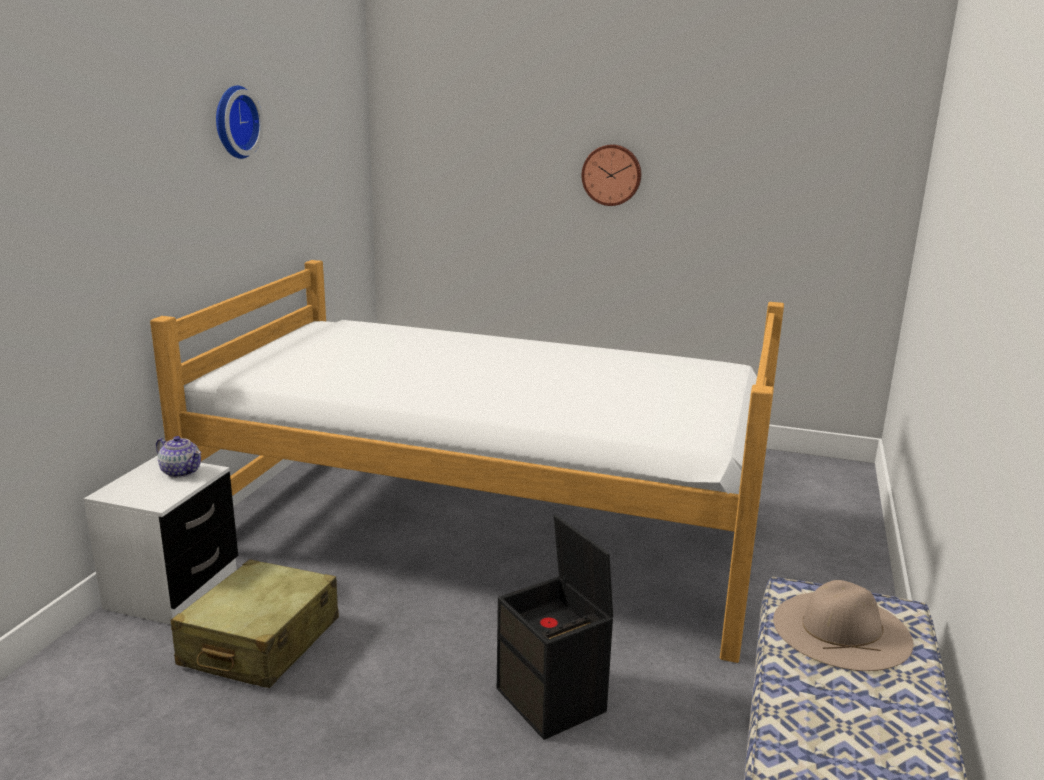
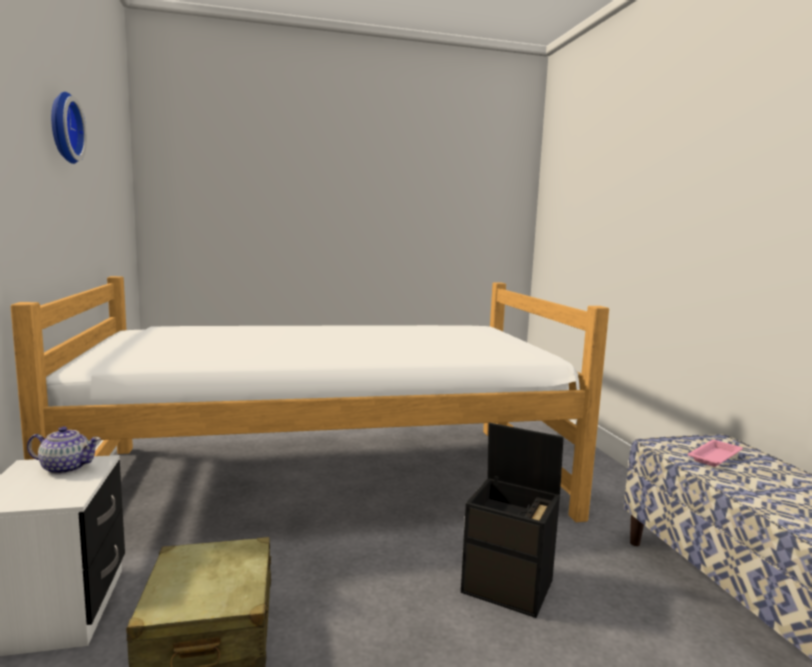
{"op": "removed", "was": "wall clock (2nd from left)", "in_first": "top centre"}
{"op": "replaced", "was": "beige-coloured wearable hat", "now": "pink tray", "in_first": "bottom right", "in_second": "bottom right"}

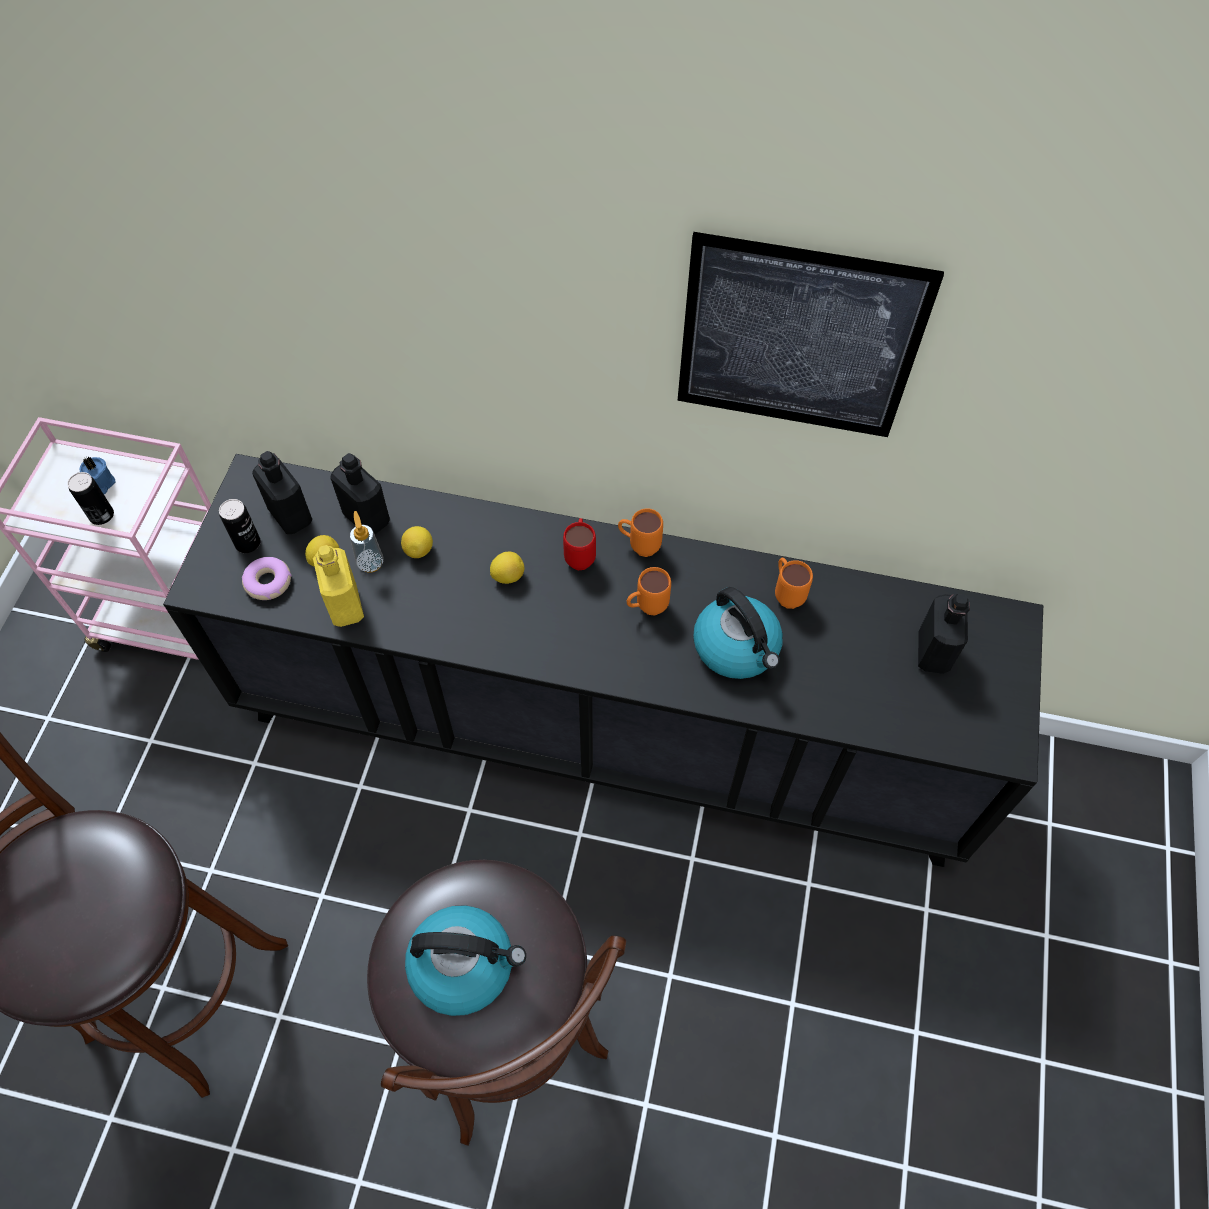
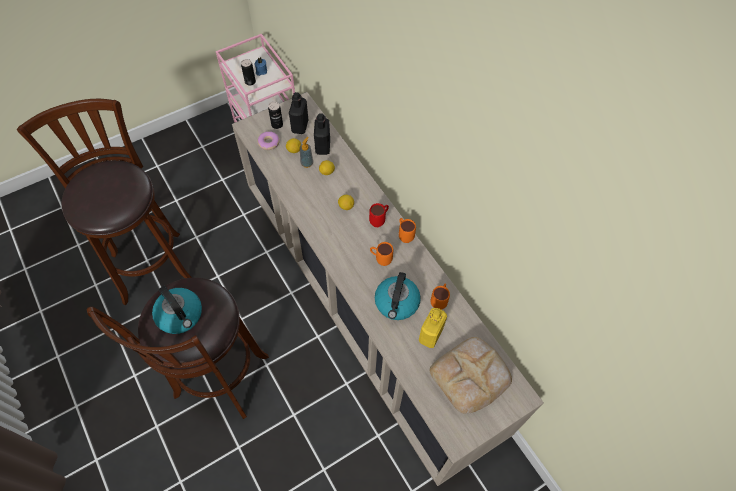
{"op": "recoloured", "was": "blackish cabinet", "now": "beige-coloured cabinet", "in_first": "centre", "in_second": "centre"}
{"op": "moved", "was": "yellowish beverage bottle", "in_first": "middle left", "in_second": "bottom centre"}
{"op": "removed", "was": "picture", "in_first": "top right"}
{"op": "replaced", "was": "blackish beverage bottle (3rd from left)", "now": "bakery bread", "in_first": "middle right", "in_second": "bottom centre"}

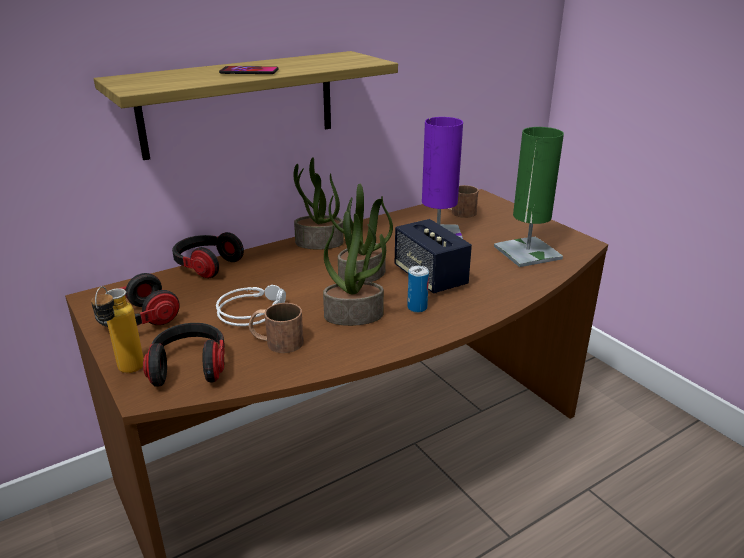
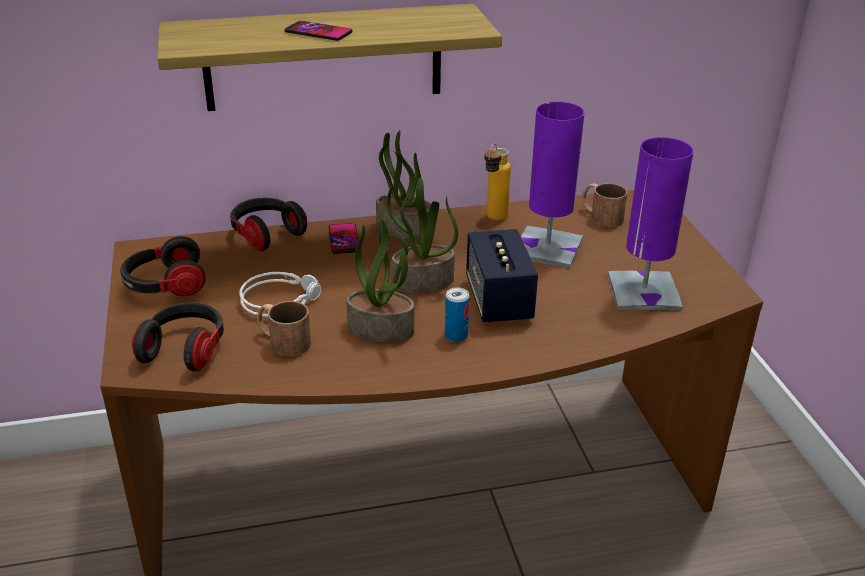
{"op": "moved", "was": "beverage bottle", "in_first": "middle left", "in_second": "top centre"}
{"op": "recoloured", "was": "green-coloured tabletop lamp", "now": "purple-coloured tabletop lamp (2nd from left)", "in_first": "middle right", "in_second": "middle right"}
{"op": "added", "now": "handset (2nd from left)", "in_second": "centre"}

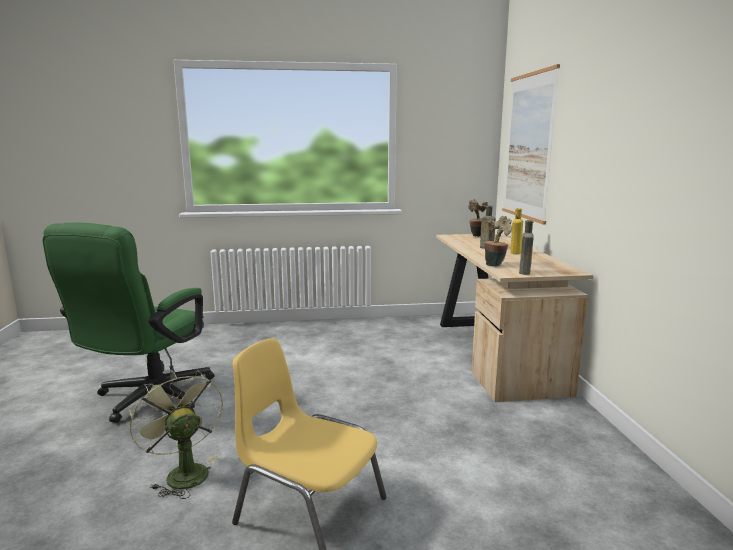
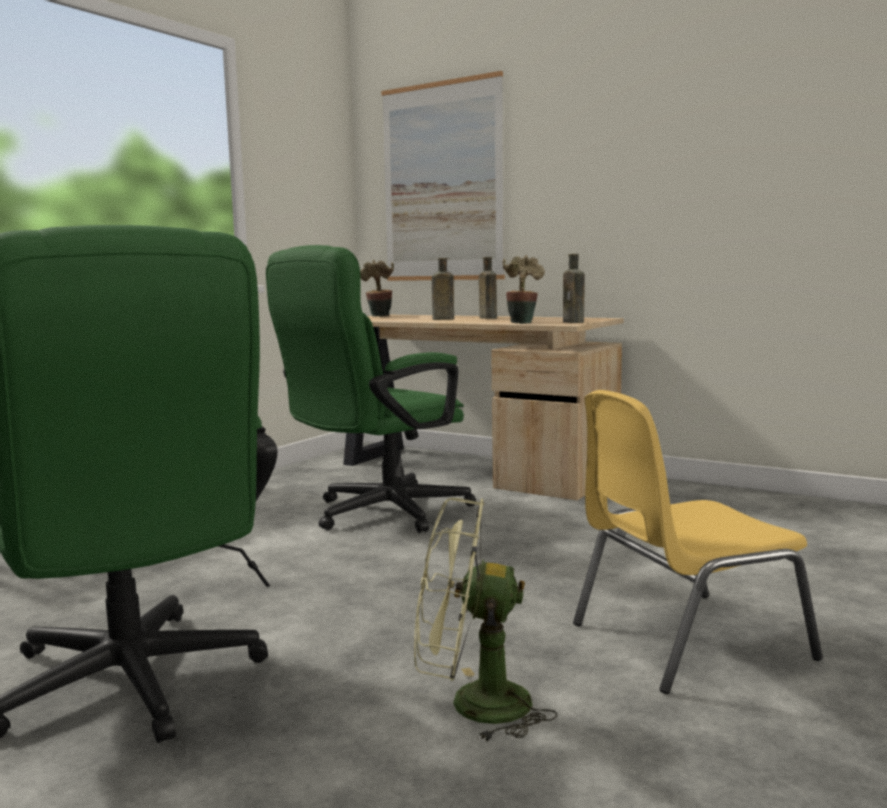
{"op": "recoloured", "was": "yellowish beverage bottle", "now": "brownish beverage bottle (2nd from left)", "in_first": "middle right", "in_second": "centre"}
{"op": "added", "now": "green-coloured computer chair (2nd from left)", "in_second": "centre"}

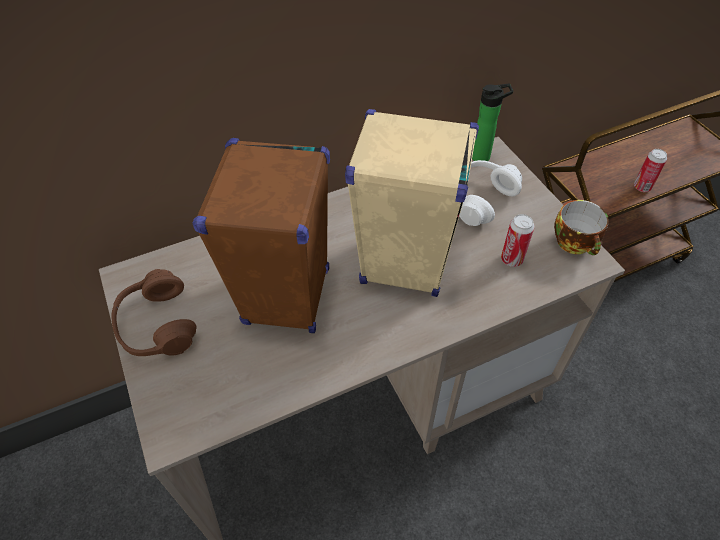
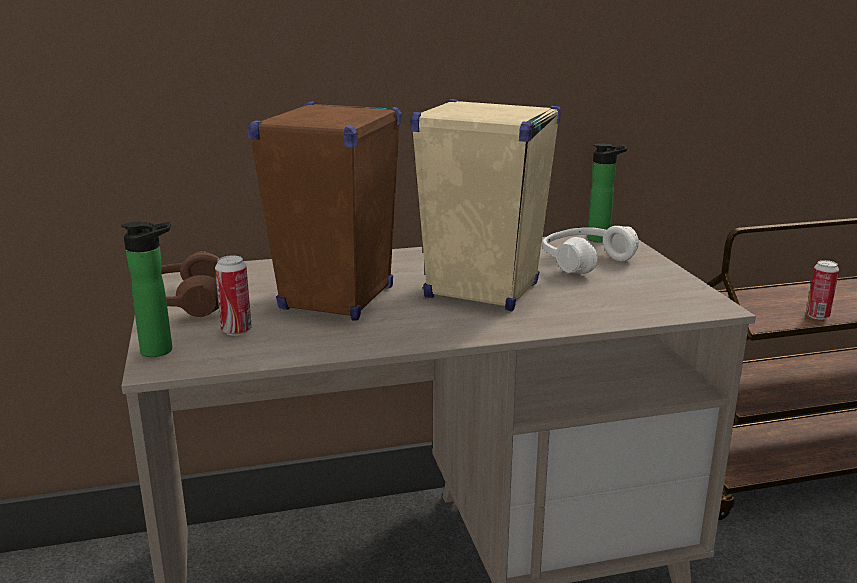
{"op": "moved", "was": "can (1st from left)", "in_first": "middle right", "in_second": "middle left"}
{"op": "removed", "was": "cup", "in_first": "middle right"}
{"op": "added", "now": "beverage bottle (1st from left)", "in_second": "middle left"}

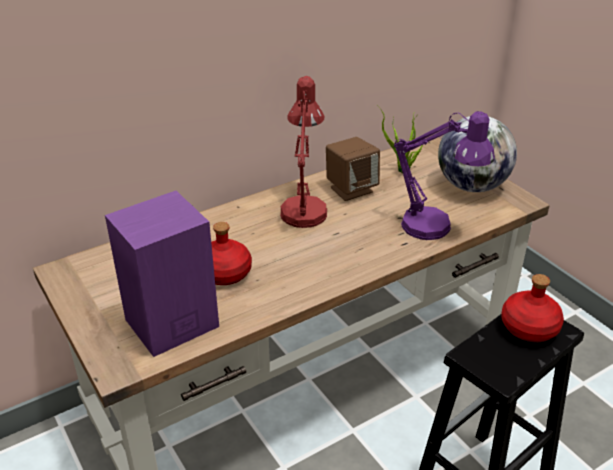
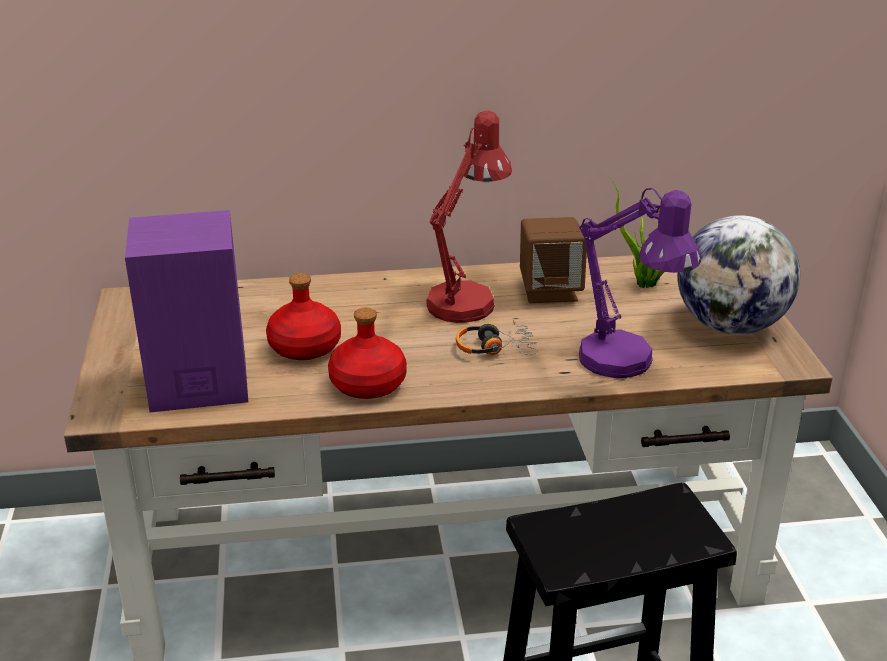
{"op": "moved", "was": "red-coloured beverage bottle (2nd from left)", "in_first": "middle right", "in_second": "centre"}
{"op": "added", "now": "headset", "in_second": "centre"}

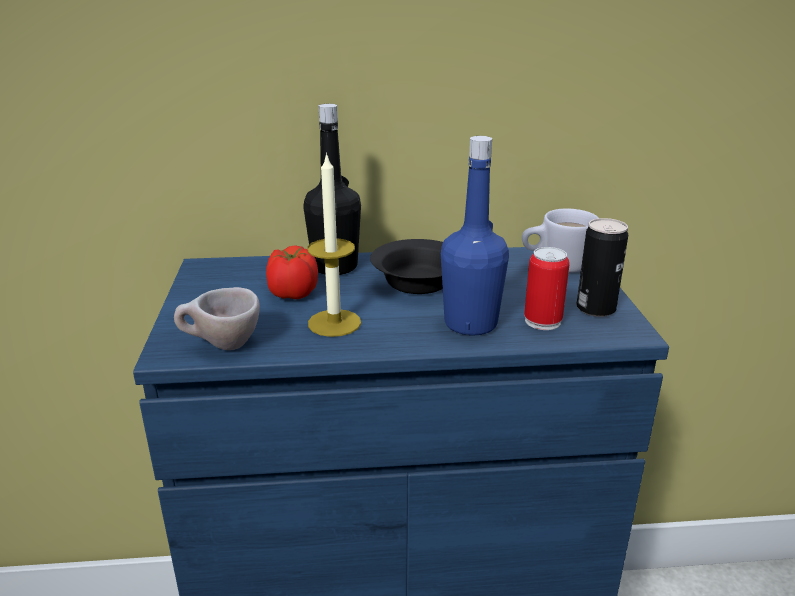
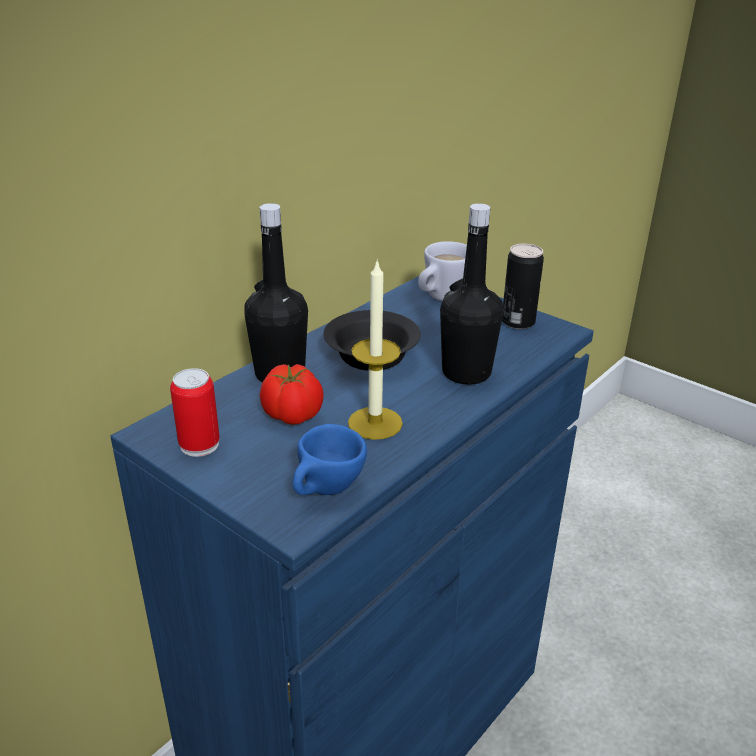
{"op": "recoloured", "was": "beige-coloured cup", "now": "bluish cup", "in_first": "middle left", "in_second": "centre"}
{"op": "recoloured", "was": "bluish beverage bottle", "now": "blackish beverage bottle (2nd from left)", "in_first": "centre", "in_second": "centre"}
{"op": "moved", "was": "can (1st from left)", "in_first": "middle right", "in_second": "middle left"}

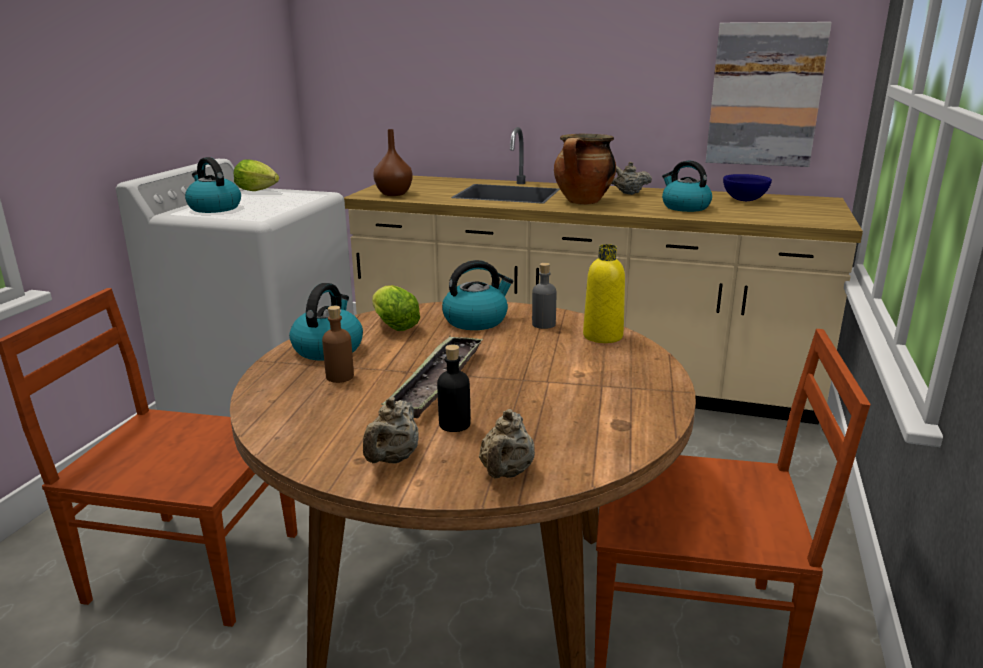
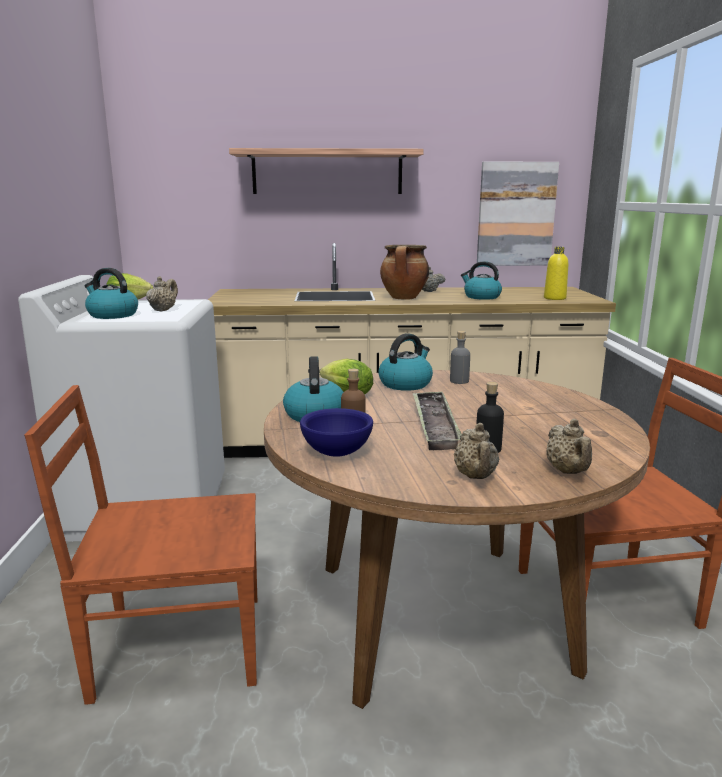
{"op": "removed", "was": "brownish flower vase", "in_first": "top centre"}
{"op": "moved", "was": "yellowish beverage bottle", "in_first": "centre", "in_second": "middle right"}
{"op": "moved", "was": "bluish deep dish", "in_first": "top right", "in_second": "centre"}
{"op": "added", "now": "beige-coloured tea pot (1st from left)", "in_second": "middle left"}
{"op": "added", "now": "wall shelf", "in_second": "top centre"}

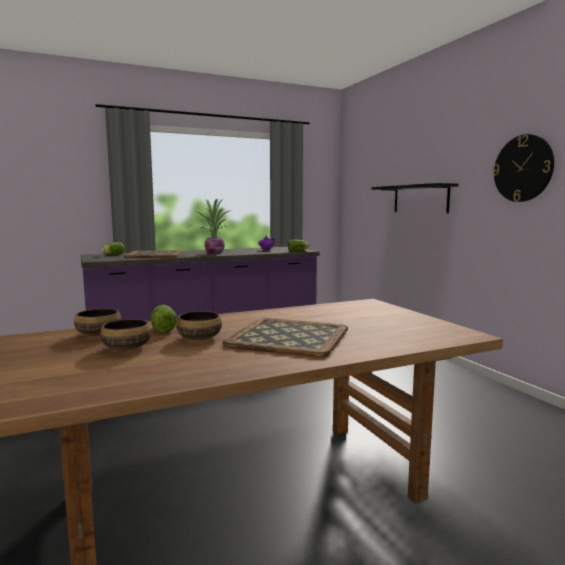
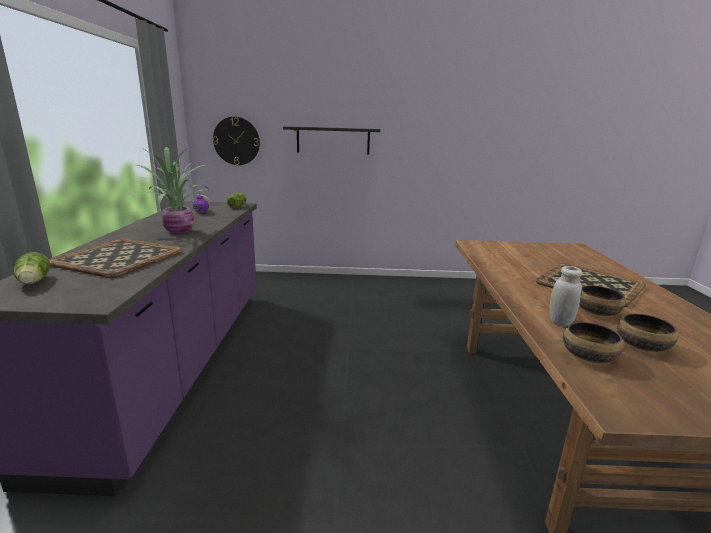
{"op": "replaced", "was": "head of lettuce (2nd from left)", "now": "white-coloured preserve jar", "in_first": "middle left", "in_second": "middle right"}
{"op": "moved", "was": "wall clock", "in_first": "top right", "in_second": "top left"}

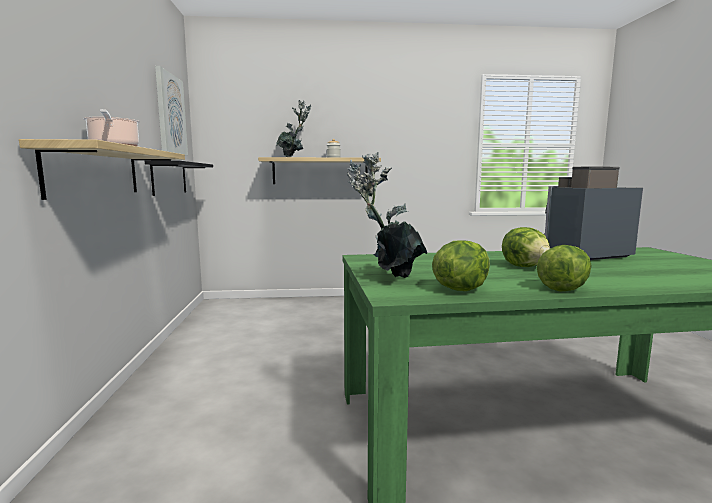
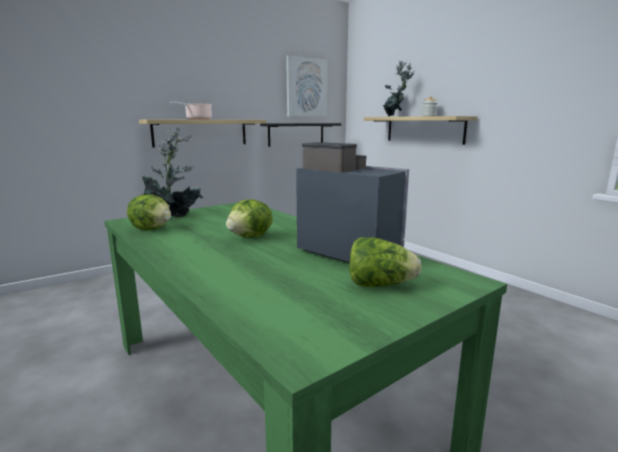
{"op": "moved", "was": "head of lettuce (3rd from left)", "in_first": "middle right", "in_second": "centre"}

